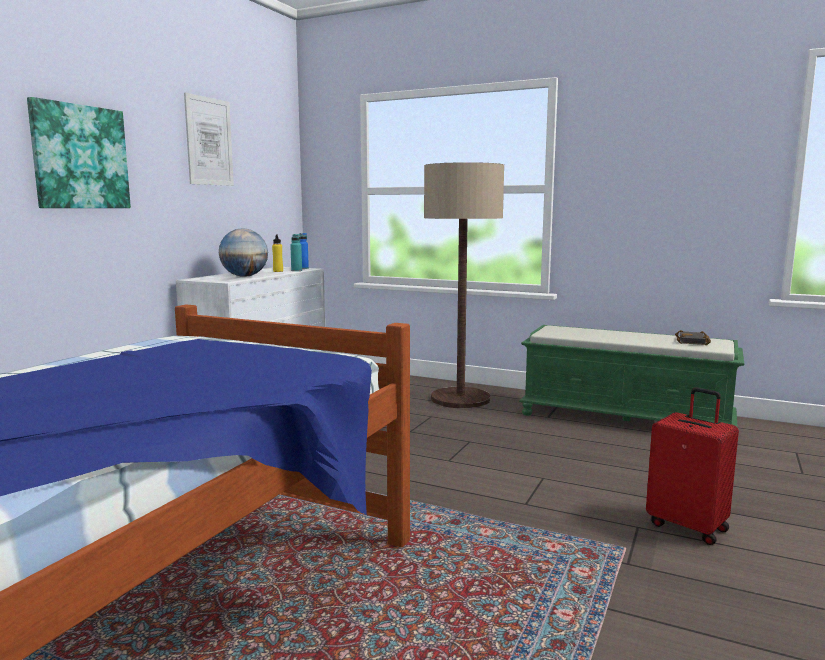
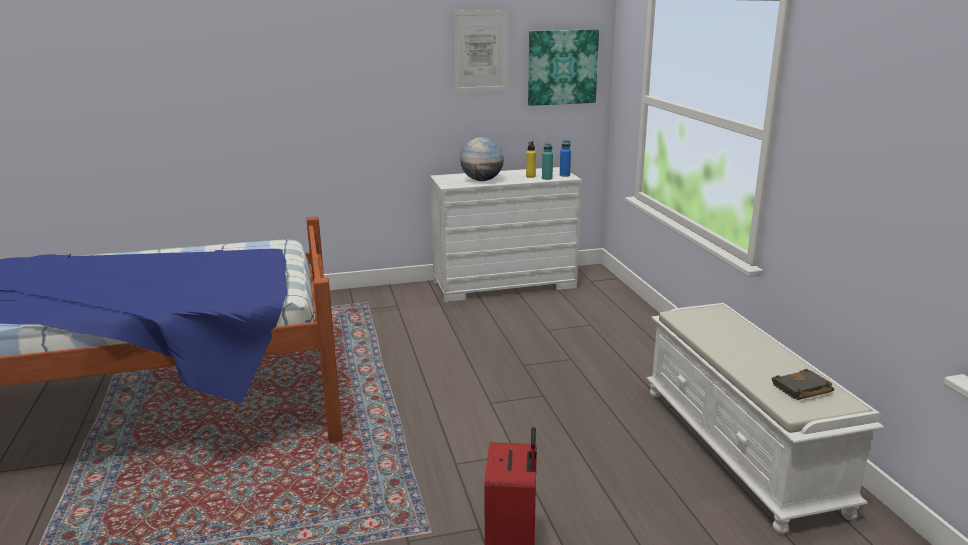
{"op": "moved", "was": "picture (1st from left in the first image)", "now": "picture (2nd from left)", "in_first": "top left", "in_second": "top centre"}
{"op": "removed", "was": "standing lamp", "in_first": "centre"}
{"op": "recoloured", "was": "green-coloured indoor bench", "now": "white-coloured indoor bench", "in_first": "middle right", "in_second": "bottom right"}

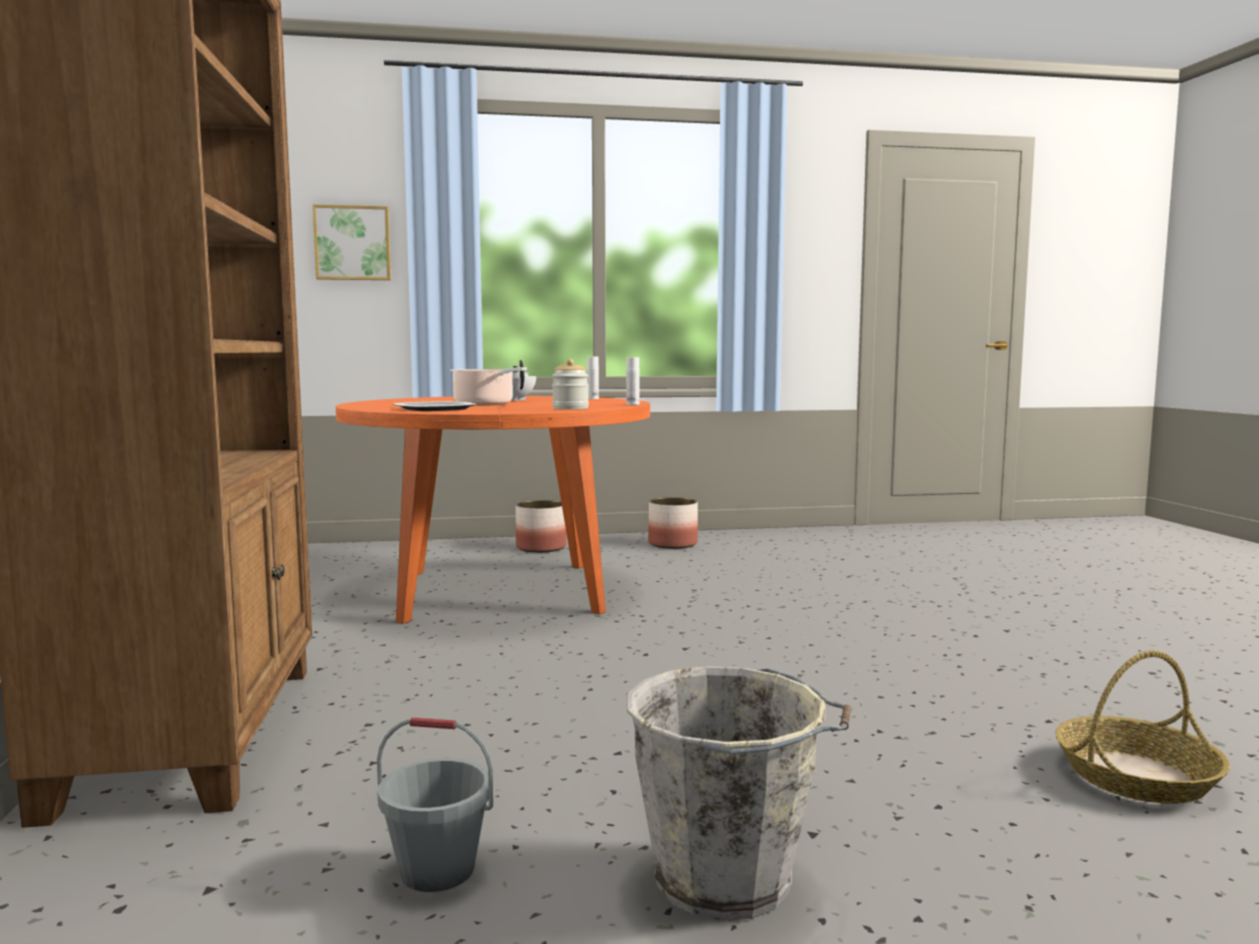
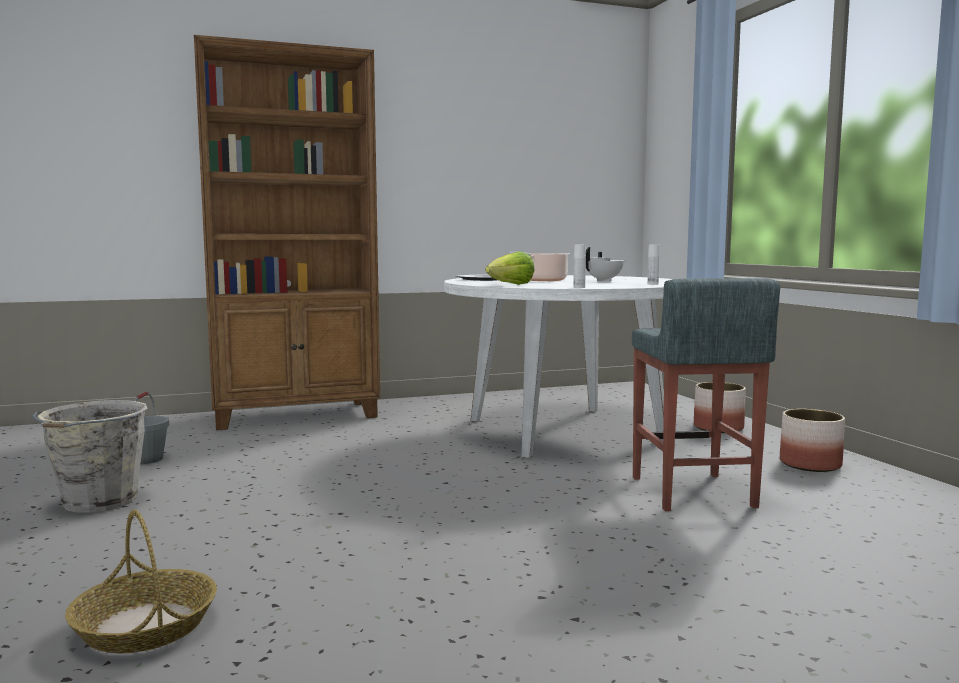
{"op": "removed", "was": "picture", "in_first": "top left"}
{"op": "recoloured", "was": "orange-coloured kitchen table", "now": "white-coloured kitchen table", "in_first": "centre", "in_second": "centre"}
{"op": "replaced", "was": "preserve jar", "now": "head of lettuce", "in_first": "centre", "in_second": "centre"}
{"op": "added", "now": "greyish stool seat", "in_second": "middle right"}

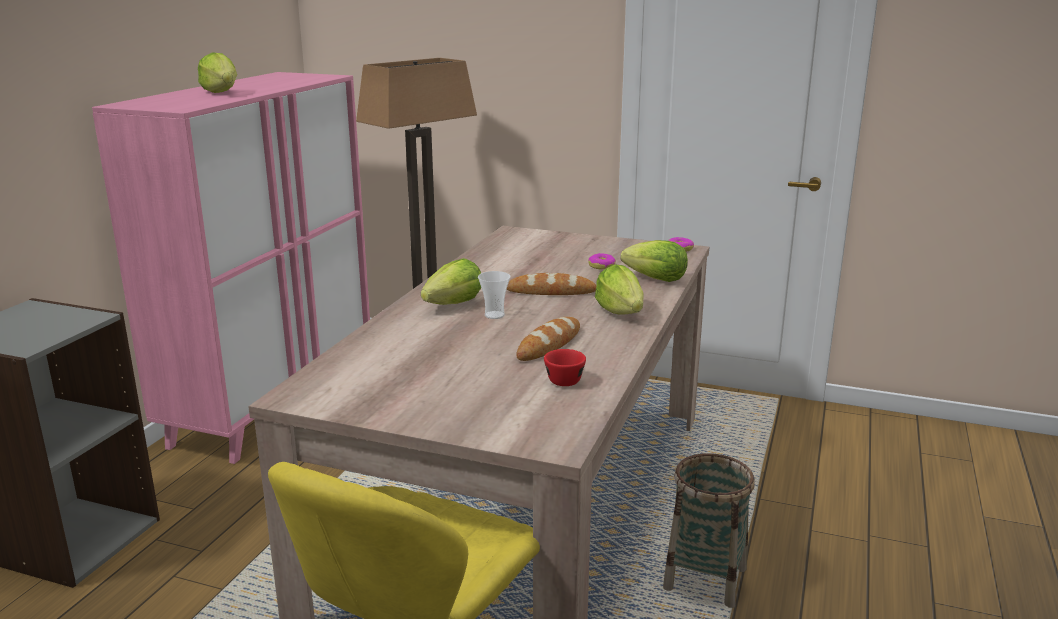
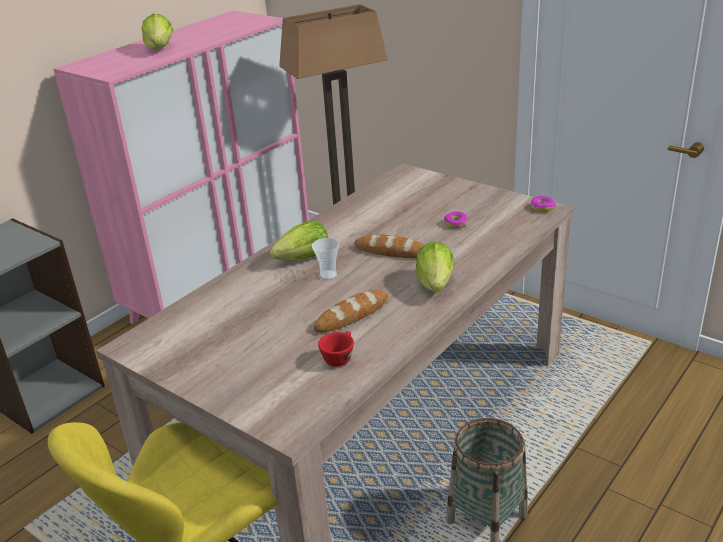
{"op": "removed", "was": "head of lettuce (4th from left)", "in_first": "centre"}

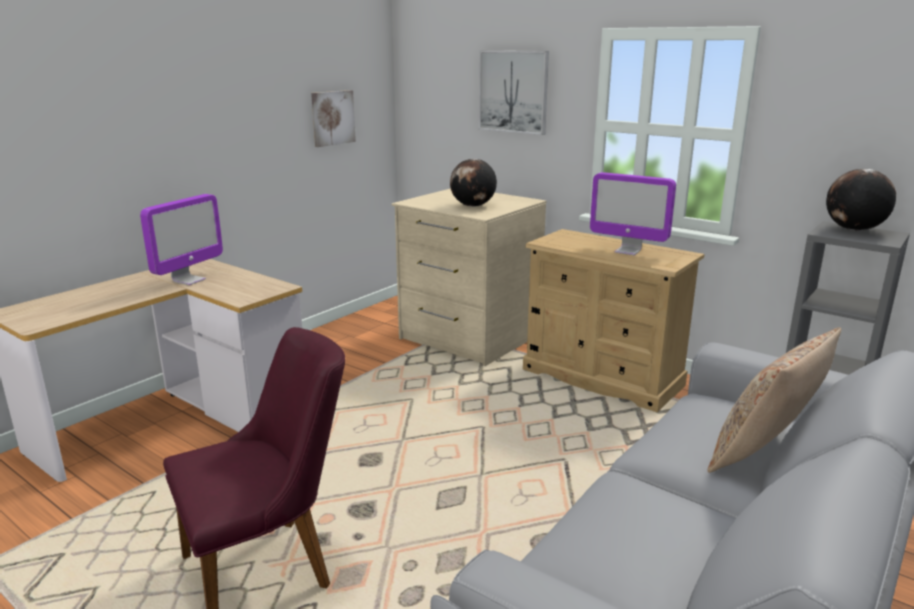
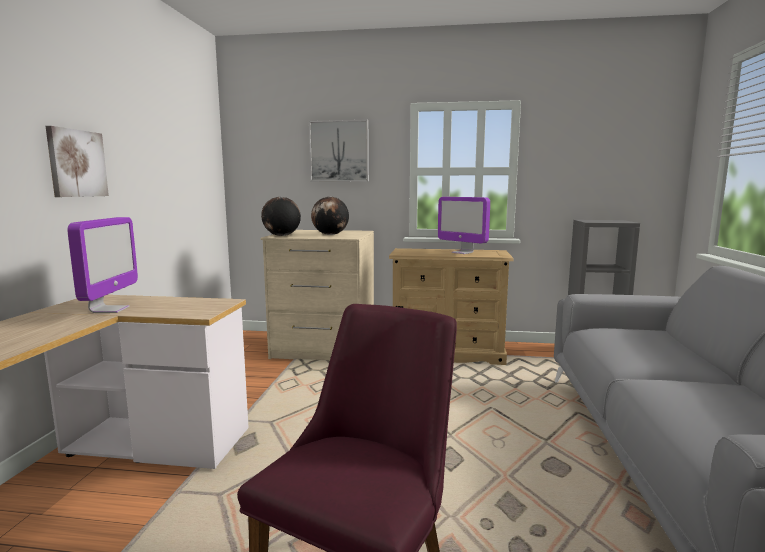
{"op": "moved", "was": "picture (1st from left)", "in_first": "top centre", "in_second": "top left"}
{"op": "turned", "was": "monitor (2nd from left)", "in_first": "middle right", "in_second": "centre", "clockwise": 45}
{"op": "removed", "was": "beige-coloured cushion", "in_first": "middle right"}
{"op": "moved", "was": "desk globe (2nd from left in the first image)", "now": "desk globe (1st from left)", "in_first": "top right", "in_second": "centre"}

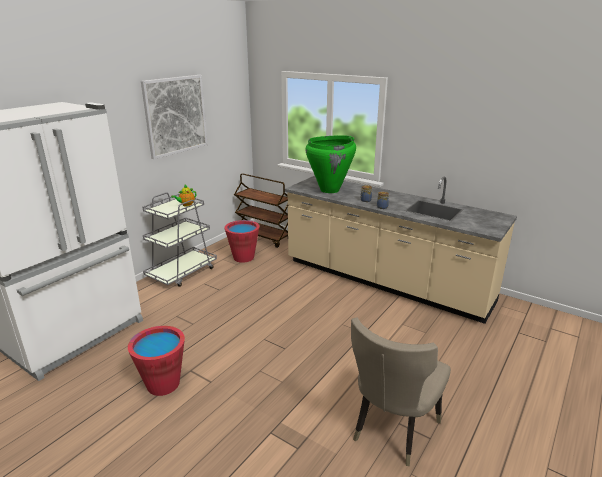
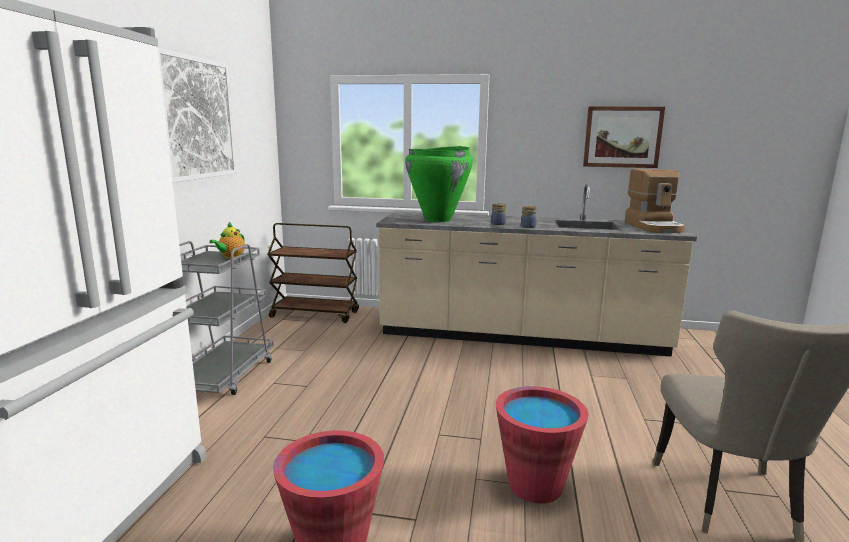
{"op": "moved", "was": "red-coloured water bucket (2nd from left)", "in_first": "centre", "in_second": "bottom centre"}
{"op": "added", "now": "picture (2nd from left)", "in_second": "top right"}
{"op": "added", "now": "coffee brewer", "in_second": "middle right"}

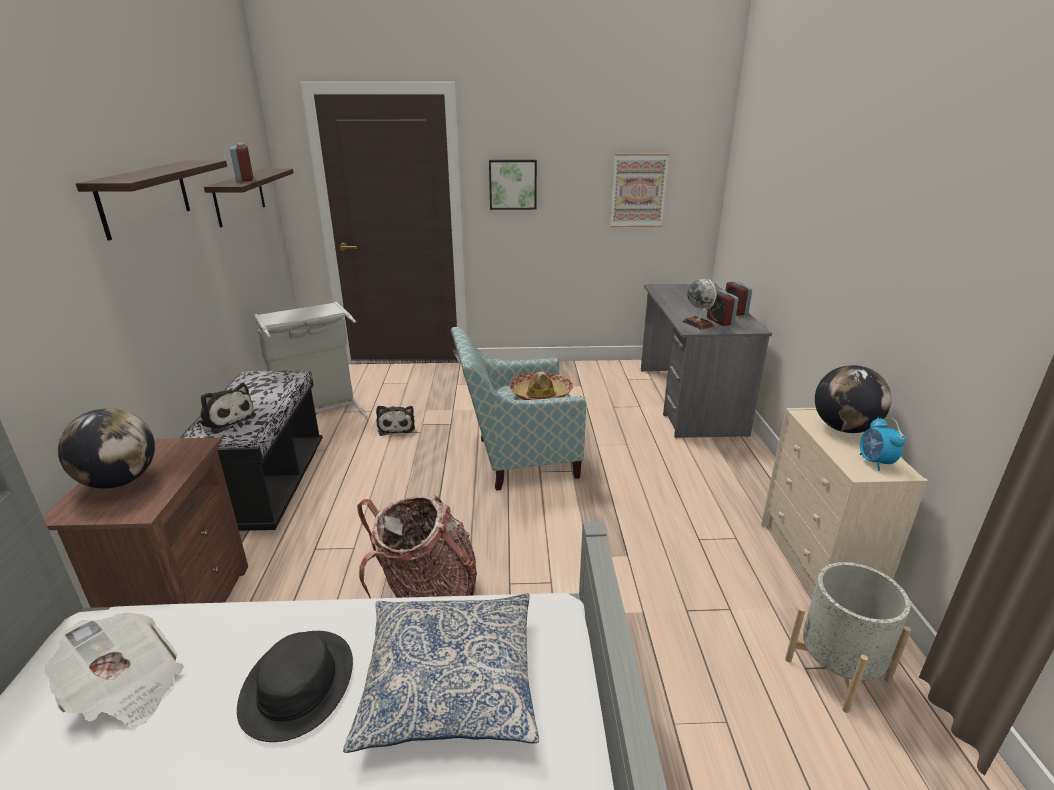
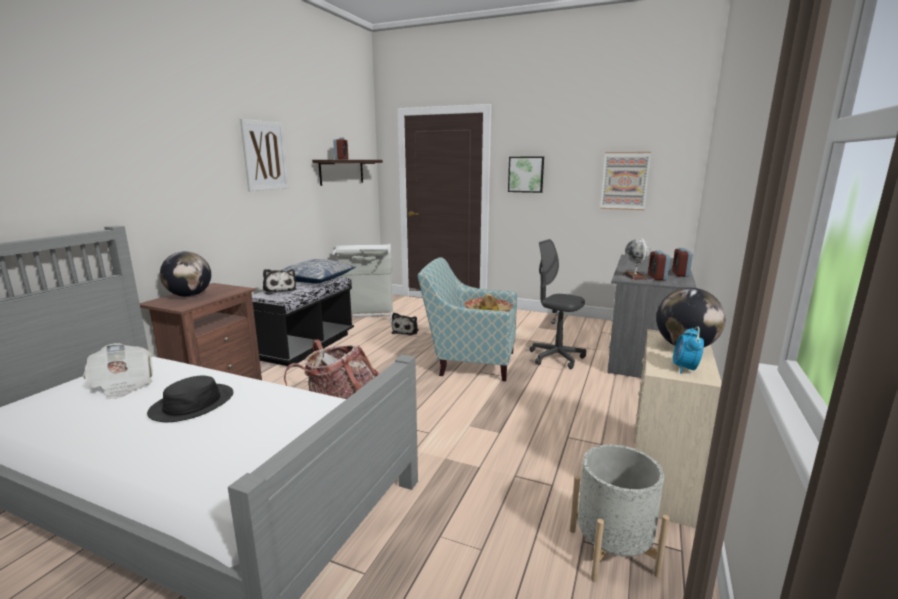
{"op": "replaced", "was": "wall shelf (1st from left)", "now": "picture (1st from left)", "in_first": "top left", "in_second": "top left"}
{"op": "moved", "was": "cushion", "in_first": "bottom centre", "in_second": "centre"}
{"op": "added", "now": "greyish computer chair", "in_second": "centre"}

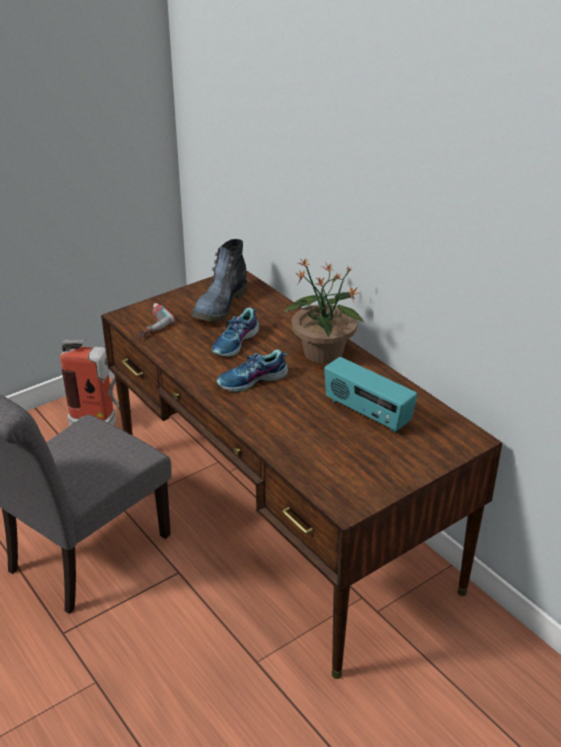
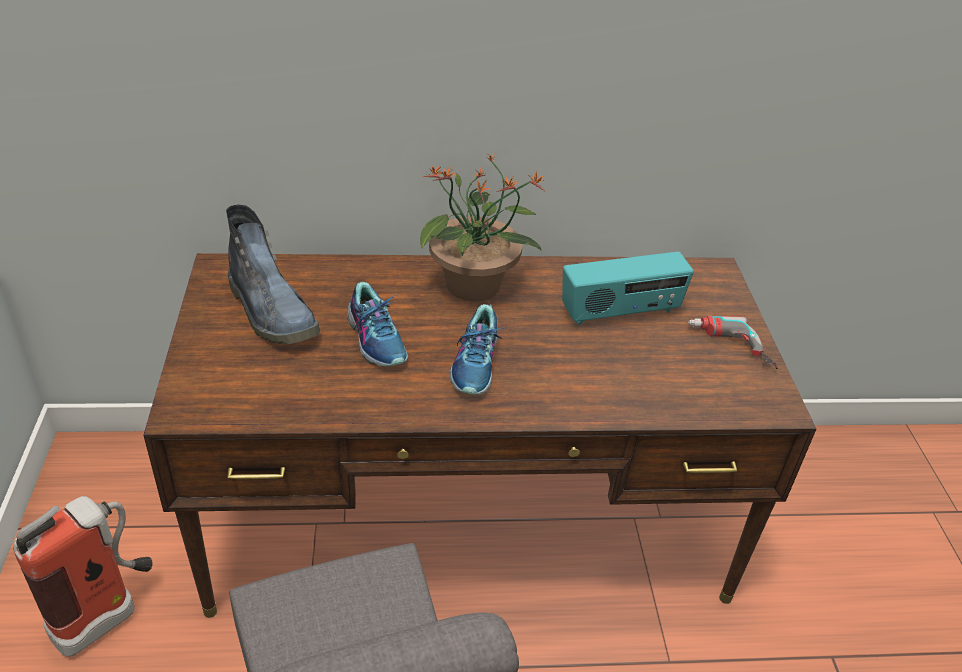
{"op": "moved", "was": "power drill", "in_first": "middle left", "in_second": "middle right"}

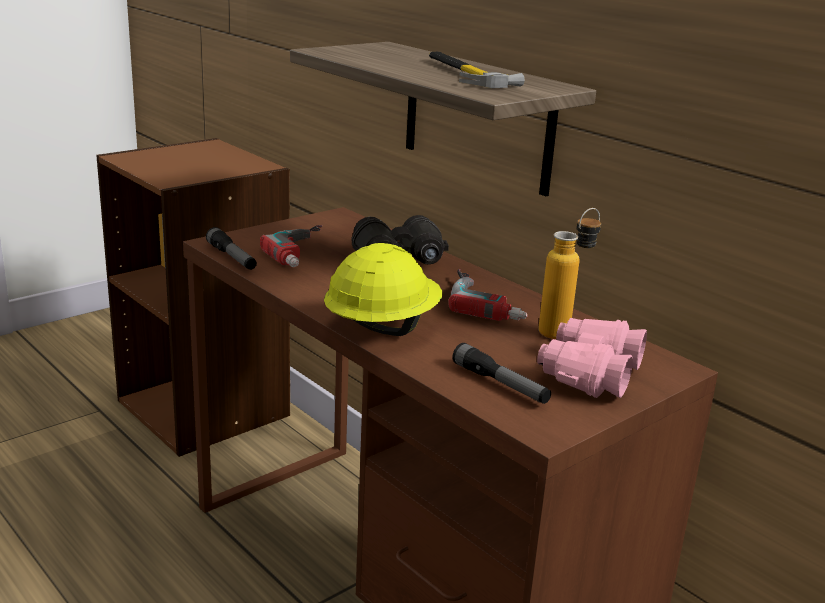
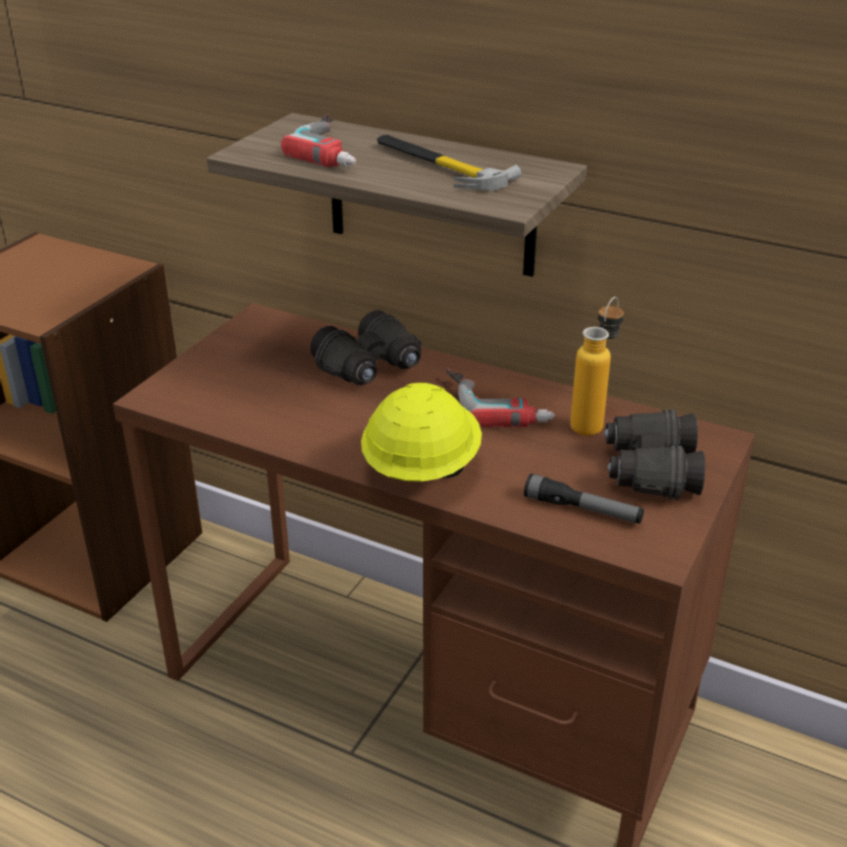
{"op": "removed", "was": "hand torch (1st from left)", "in_first": "middle left"}
{"op": "moved", "was": "power drill (1st from left)", "in_first": "centre", "in_second": "top centre"}
{"op": "recoloured", "was": "pink binoculars", "now": "blackish binoculars (2nd from left)", "in_first": "middle right", "in_second": "middle right"}

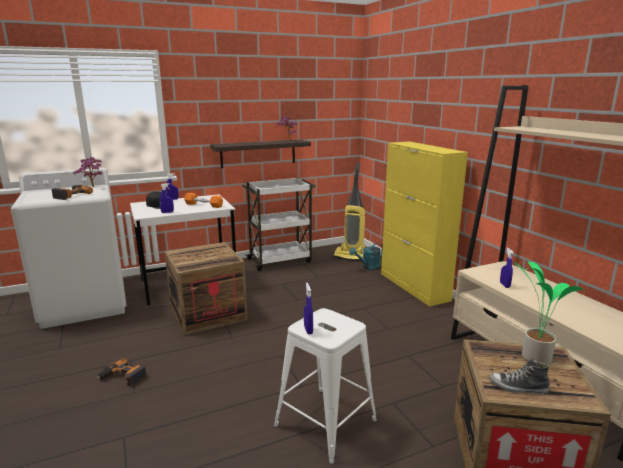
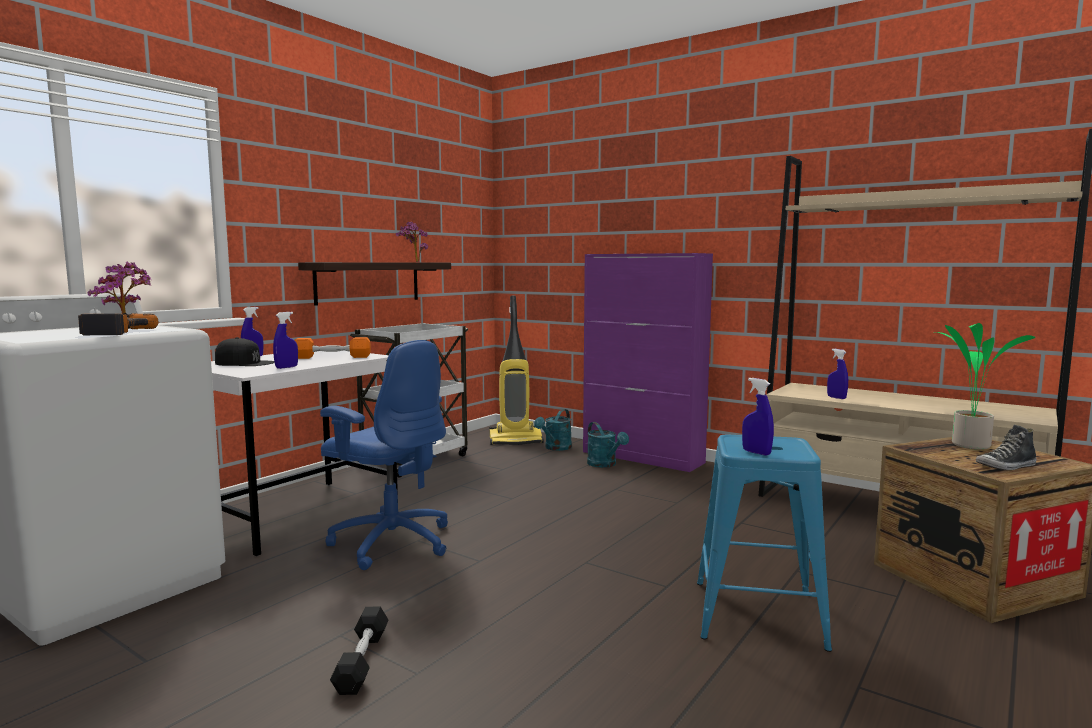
{"op": "replaced", "was": "power drill (2nd from left)", "now": "blackish dumbbell", "in_first": "bottom left", "in_second": "bottom left"}
{"op": "replaced", "was": "packing crate (1st from left)", "now": "bluish computer chair", "in_first": "middle left", "in_second": "centre"}
{"op": "recoloured", "was": "white-coloured stool seat", "now": "bluish stool seat", "in_first": "bottom centre", "in_second": "bottom right"}
{"op": "recoloured", "was": "yellowish cabinet", "now": "purple-coloured cabinet", "in_first": "middle right", "in_second": "centre"}
{"op": "added", "now": "blue-green watering pot (2nd from left)", "in_second": "centre"}

